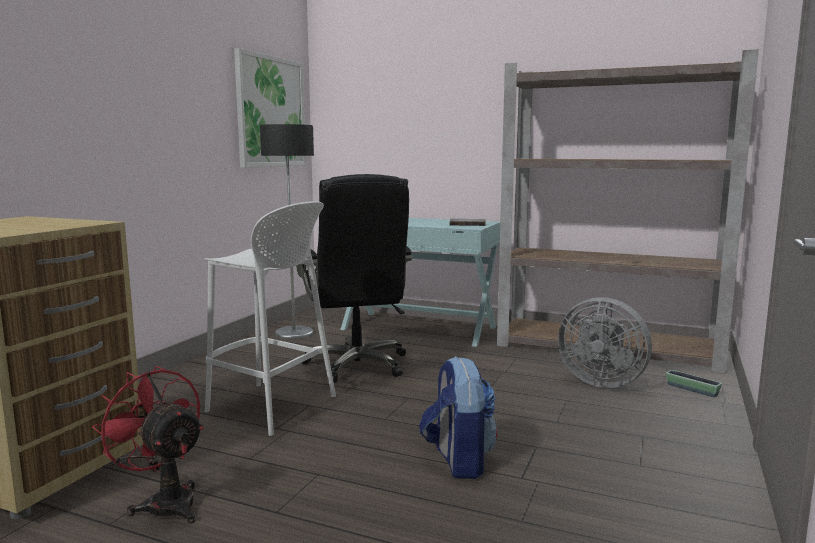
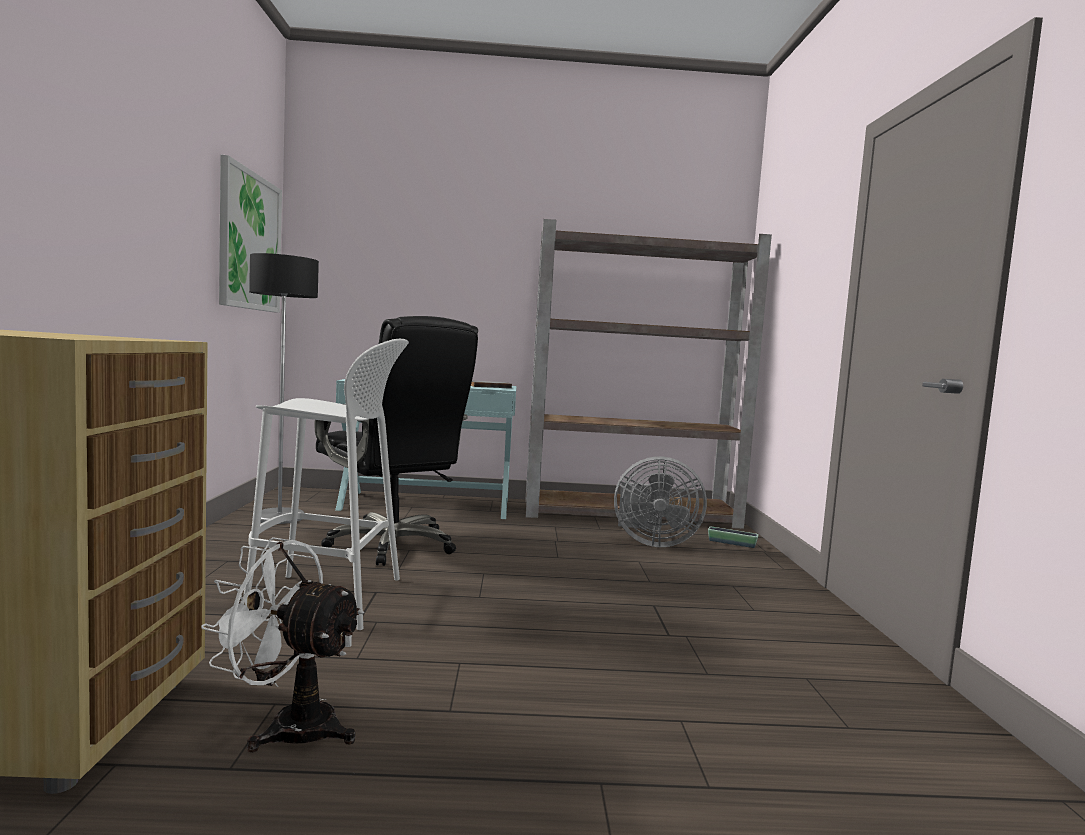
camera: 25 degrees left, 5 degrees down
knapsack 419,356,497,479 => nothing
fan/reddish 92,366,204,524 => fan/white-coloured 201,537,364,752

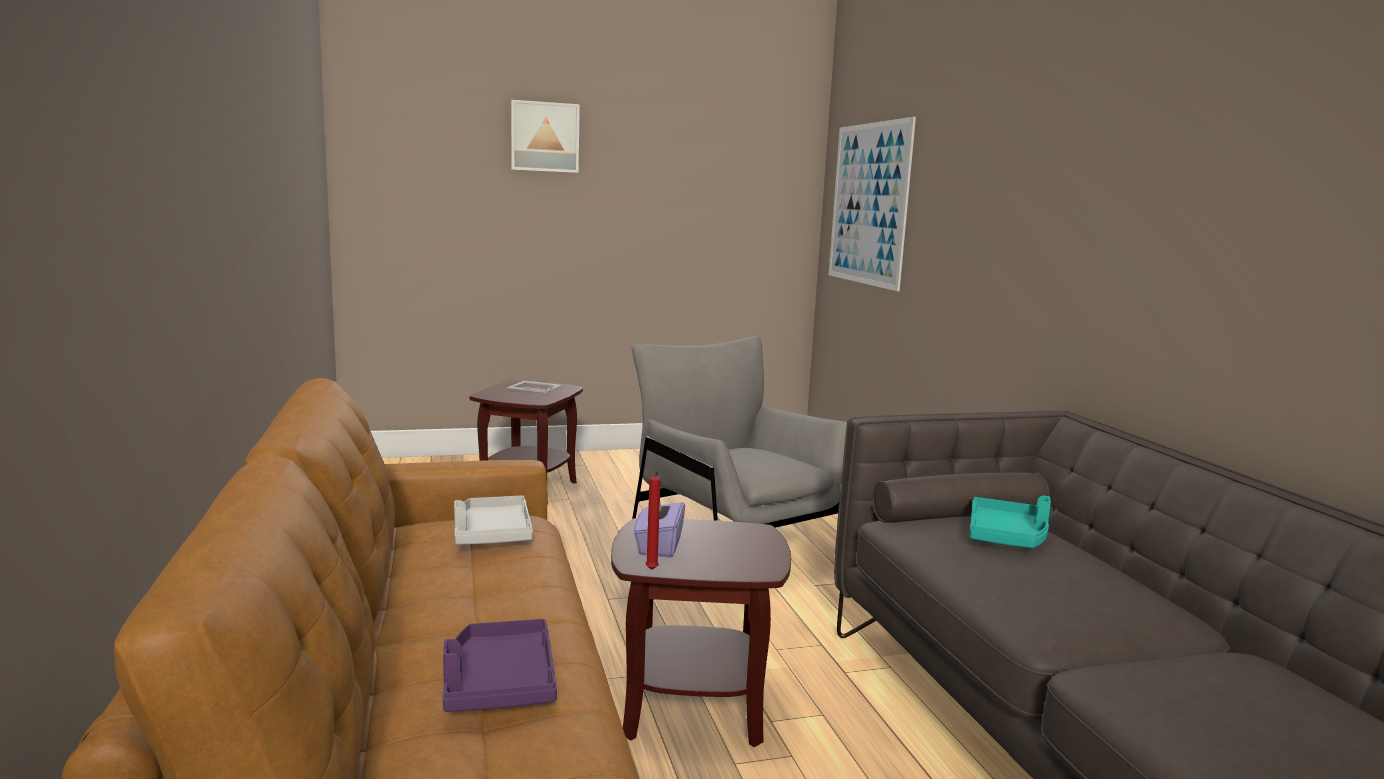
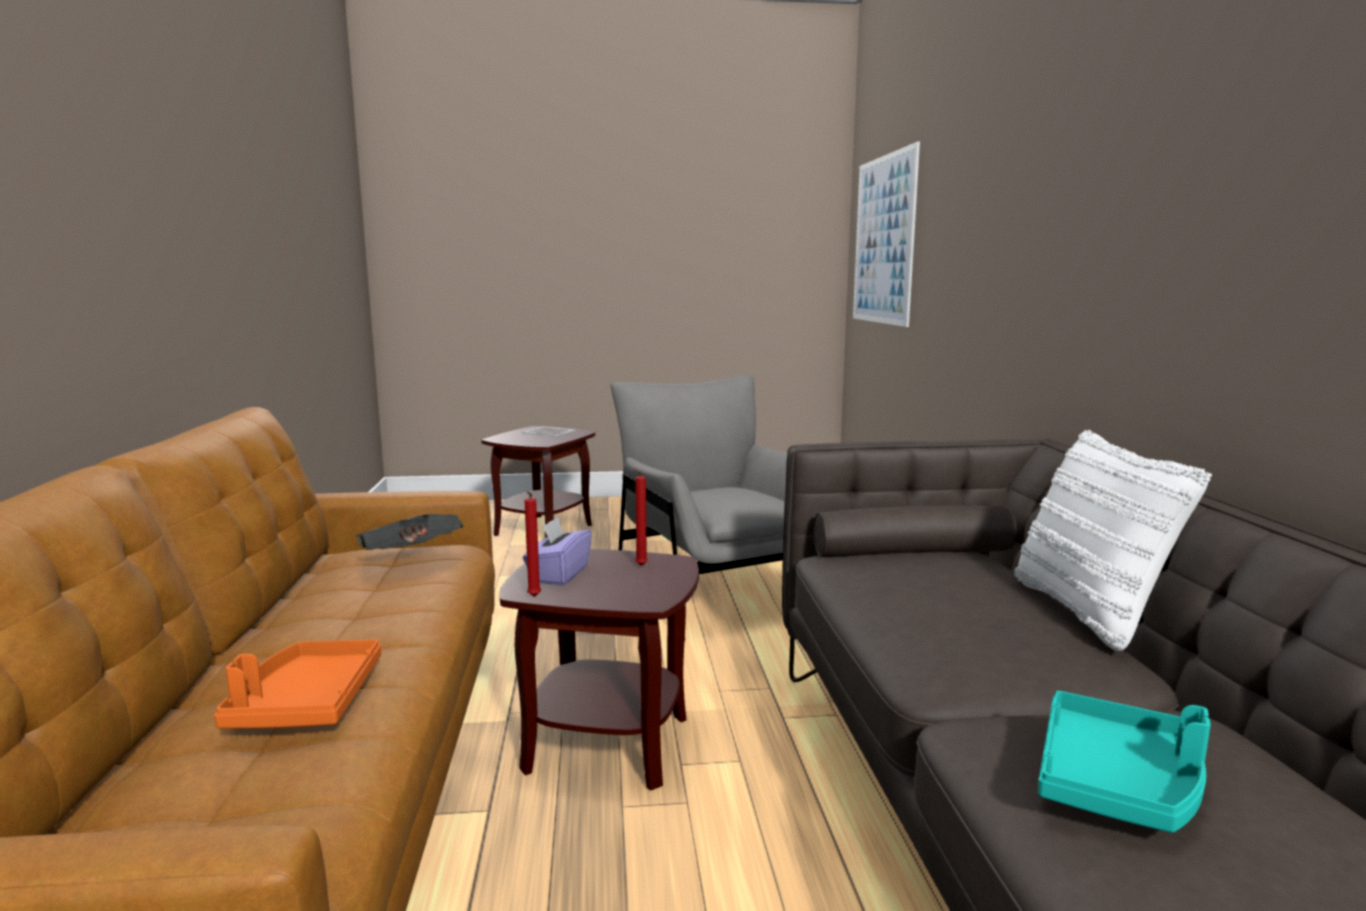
camera: 10 degrees right, 0 degrees up
wall picture 511,100,580,173 => nothing
nothing => candle/reddish 635,469,648,566
nothing => cushion/white-coloured 1014,430,1212,651
carrying tray/blue-green 970,496,1051,548 => carrying tray/blue-green 1038,691,1211,833, move
carrying tray/greyish 454,496,533,545 => daily paper 355,514,464,550
carrying tray/purple 443,619,557,712 => carrying tray/orangey 214,640,381,729

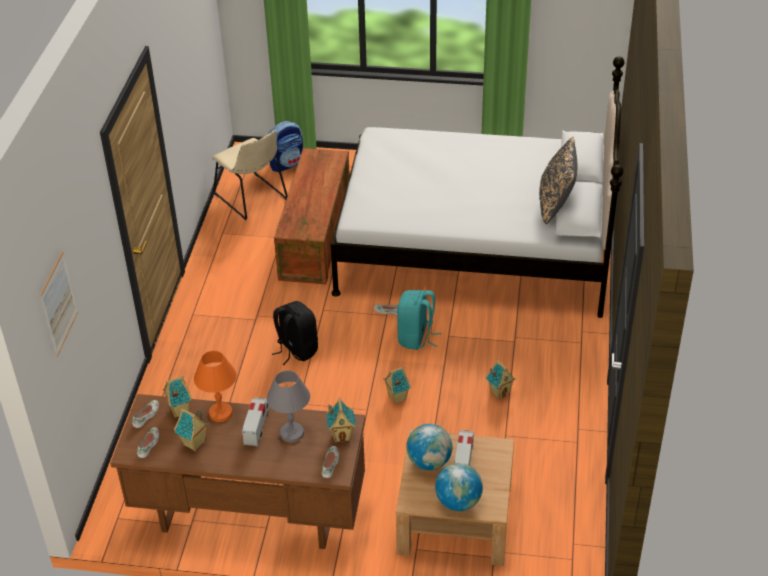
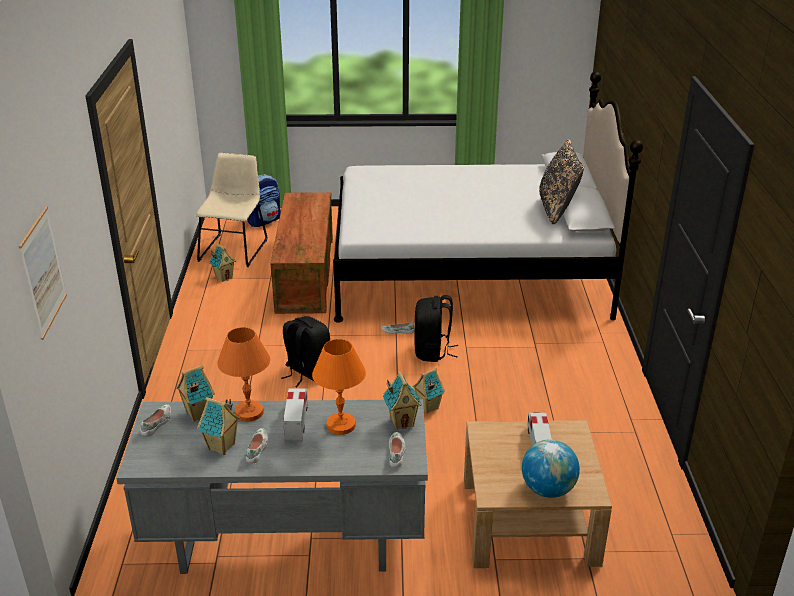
camera: 10 degrees left, 10 degrees down
world globe 406,424,452,470 => nothing
shoe/white-coloured 137,427,159,458 => shoe/white-coloured 246,428,268,463, move
miniature house 486,360,516,399 => miniature house 209,244,236,282, move
desk unit/brown 110,394,365,549 => desk unit/greyish 116,399,428,574
tabletop lamp/greyish 267,370,310,443 => tabletop lamp/orangey 312,339,366,435
knapsack/blue-green 397,290,441,350 => knapsack/black 415,295,459,362
plain chair/beige 212,130,288,220 => plain chair/beige 196,153,268,267, 120 degrees counterclockwise

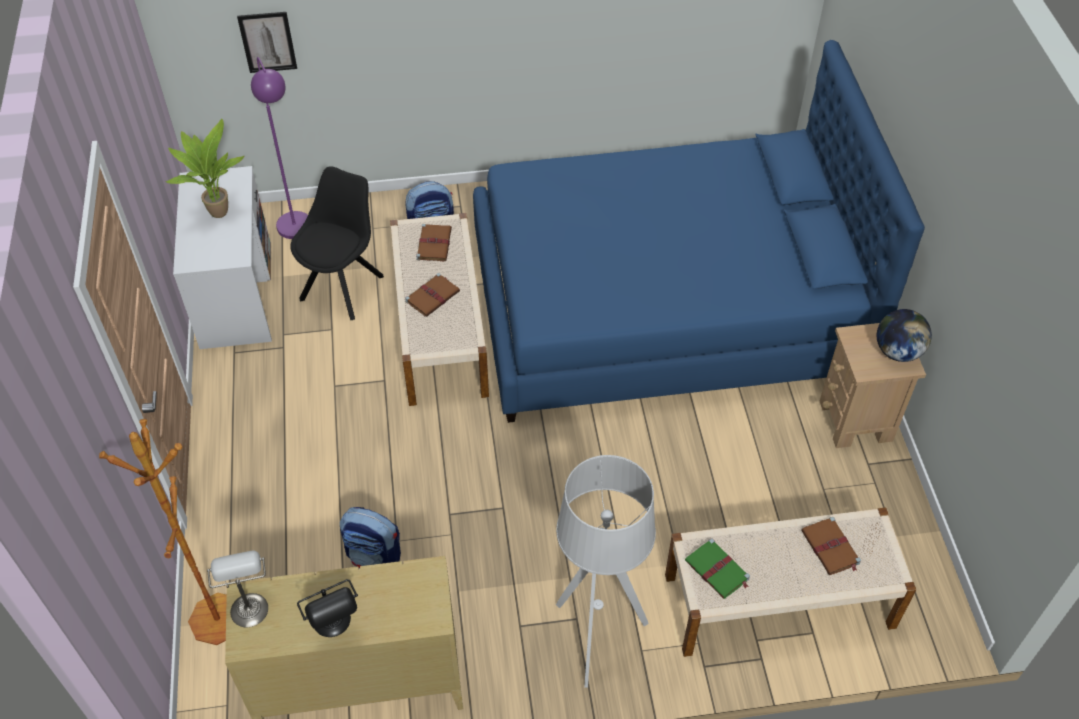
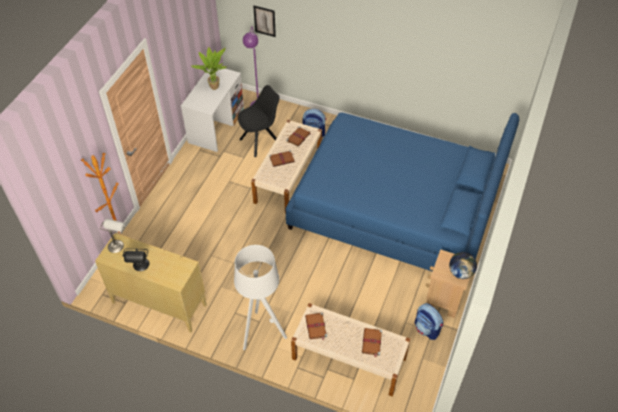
camera: 30 degrees right, 0 degrees up
knapsack 340,507,401,569 => knapsack 415,303,443,340, move
book/green-coloured 685,538,750,599 => book/brown 305,313,327,340

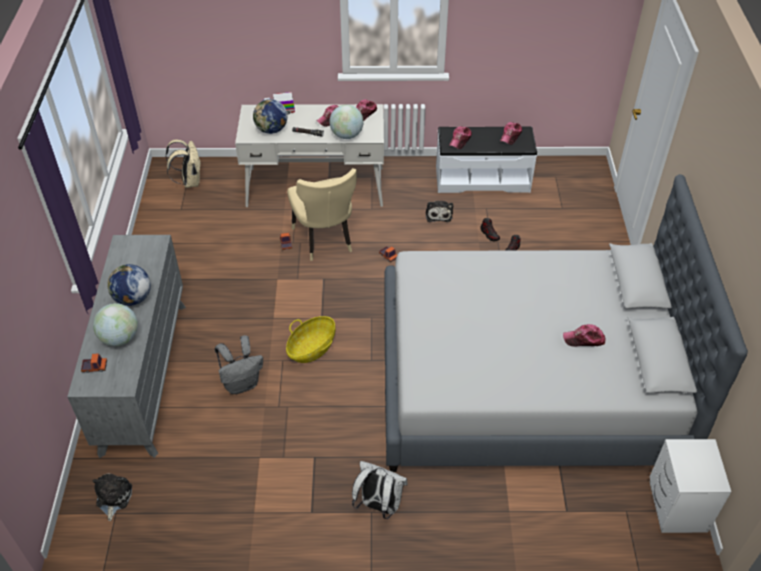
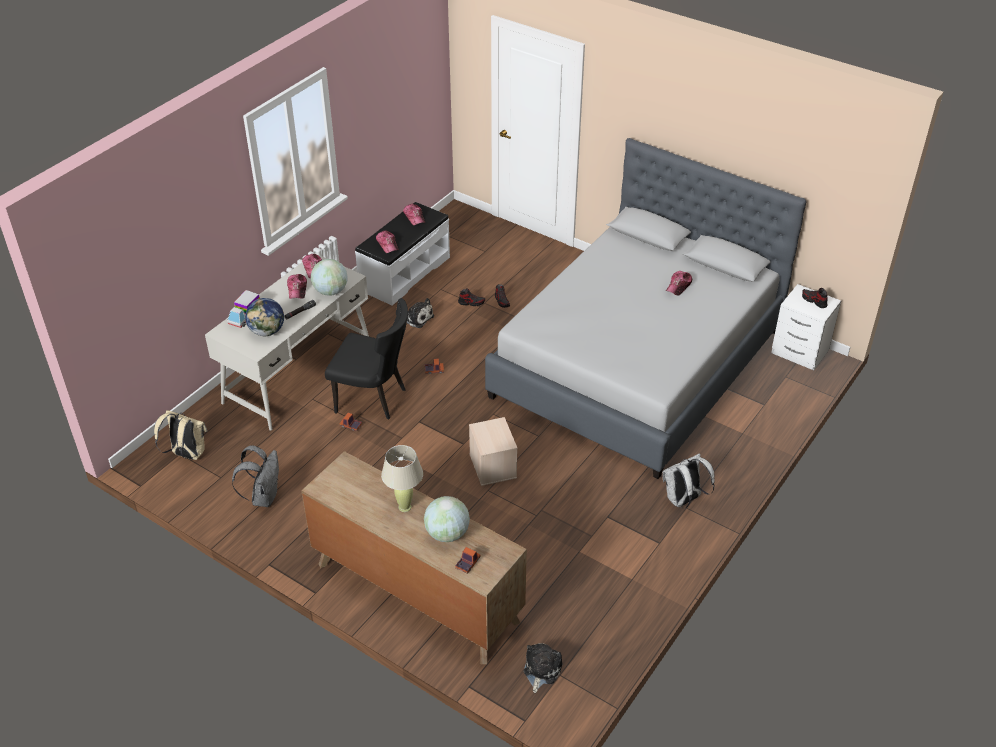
camera: 55 degrees left, 5 degrees down
nothing => shoe 802,288,828,308
knapsack/greyish 215,335,263,394 => knapsack/greyish 232,445,279,507, move
world globe 107,264,151,306 => tabletop lamp/beige 381,445,423,512
household basket 286,316,335,363 => storage box/beige 469,417,518,486
dresser/greyish 67,235,186,458 => dresser/brown 301,451,527,664
plain chair/beige 287,168,357,261 => plain chair/black 325,298,408,420
cuddly toy 93,474,132,521 => cuddly toy 524,643,563,693, 75 degrees clockwise

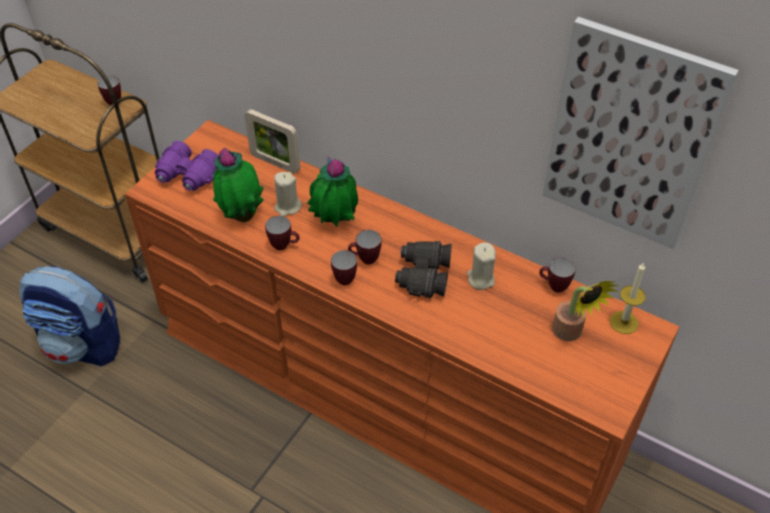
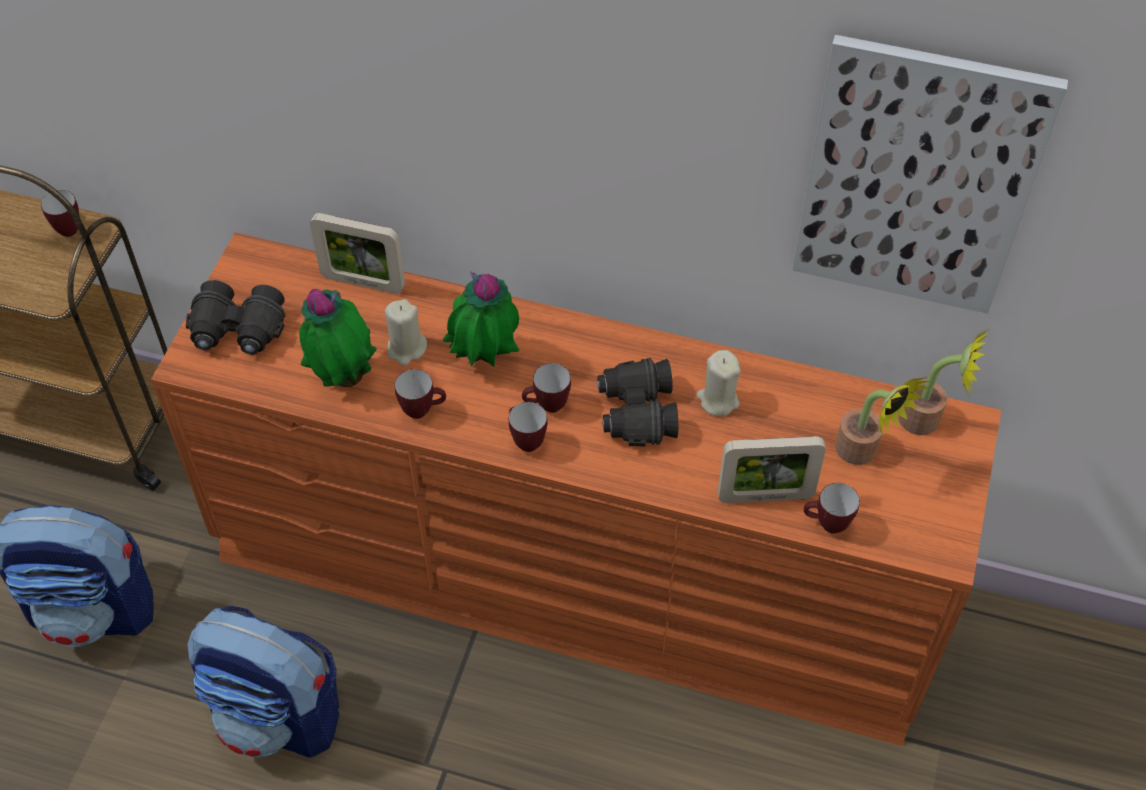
camera: 15 degrees left, 5 degrees up
nothing => knapsack 188,606,339,758
nothing => photo frame 718,436,826,503
tea mug 539,257,576,293 => tea mug 804,483,860,534, move
candle 610,262,646,334 => houseplant 898,329,989,435
field glasses/purple 155,141,218,191 => field glasses/black 186,280,286,355

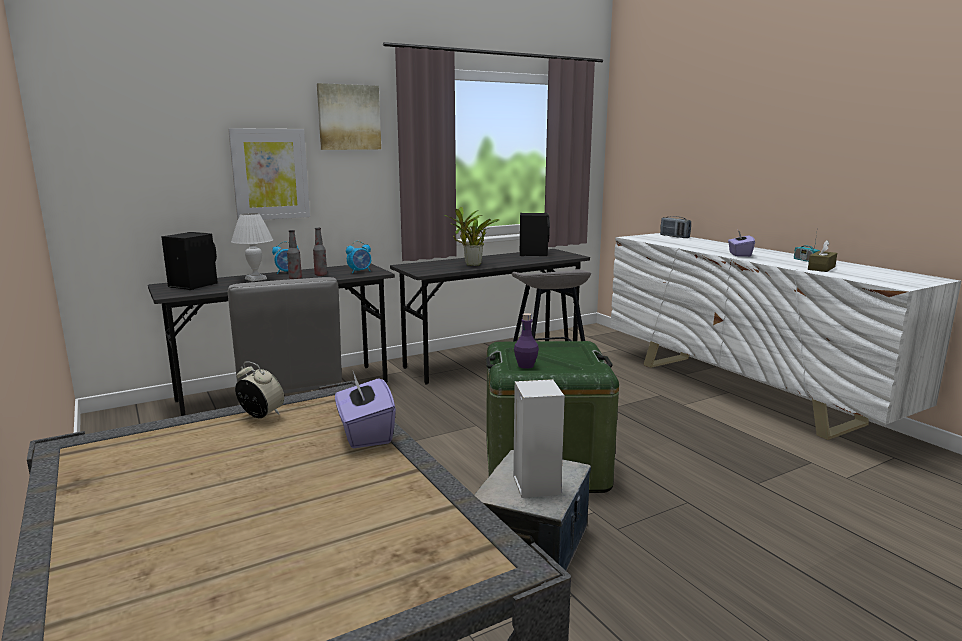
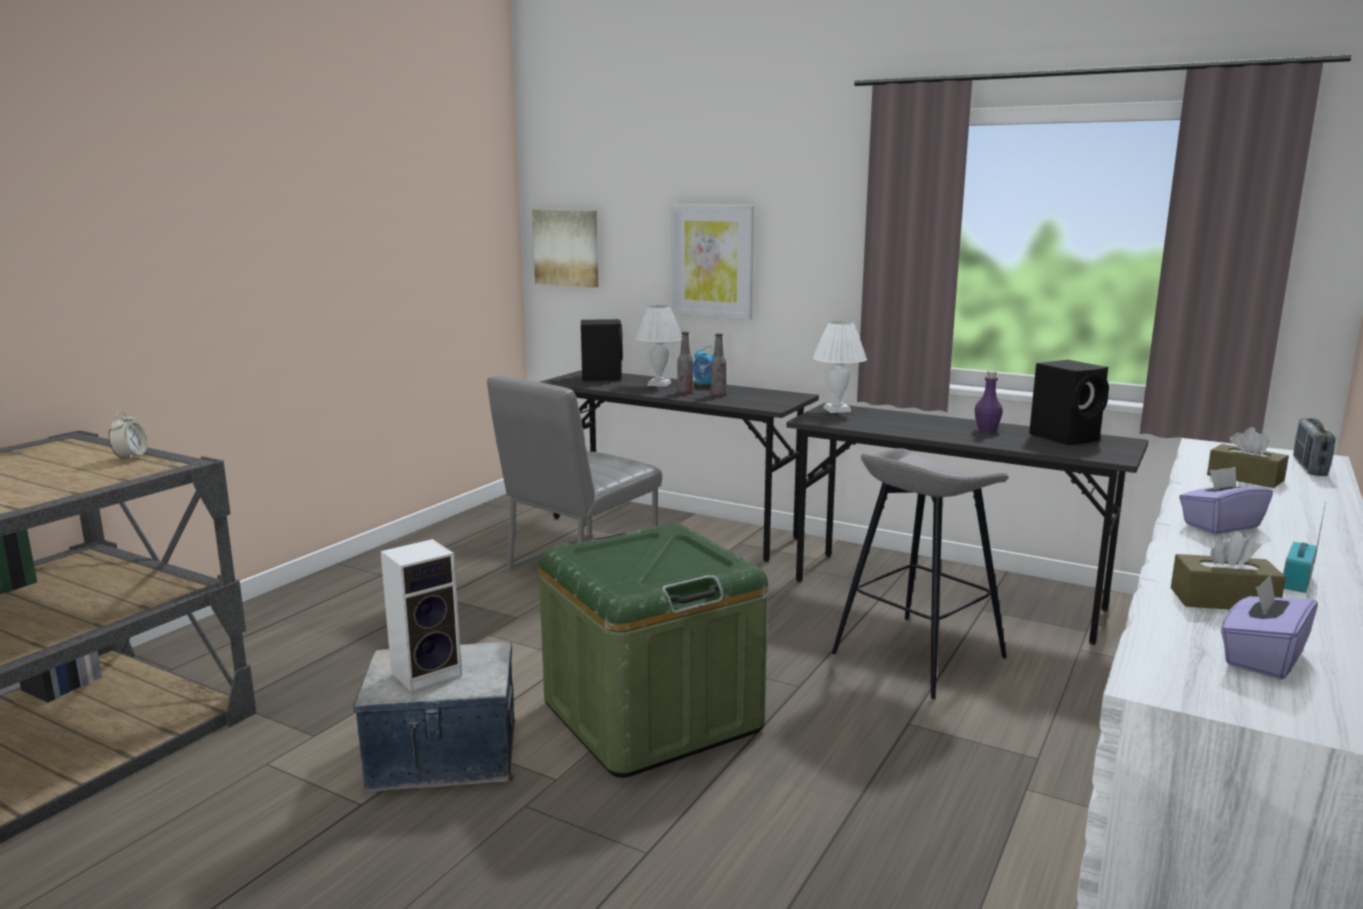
camera: 60 degrees right, 0 degrees up
alarm clock 346,241,371,273 => nothing
houseplant 444,207,499,266 => nothing
nothing => tabletop lamp/white-coloured 812,321,867,413
nothing => tissue box/brown 1207,427,1289,488
wall picture 317,83,381,150 => wall picture 532,209,598,288, move
tissue box/purple 335,371,396,448 => tissue box/purple 1221,575,1318,680, move
bottle/purple 514,313,539,369 => bottle/purple 975,371,1003,432, move

